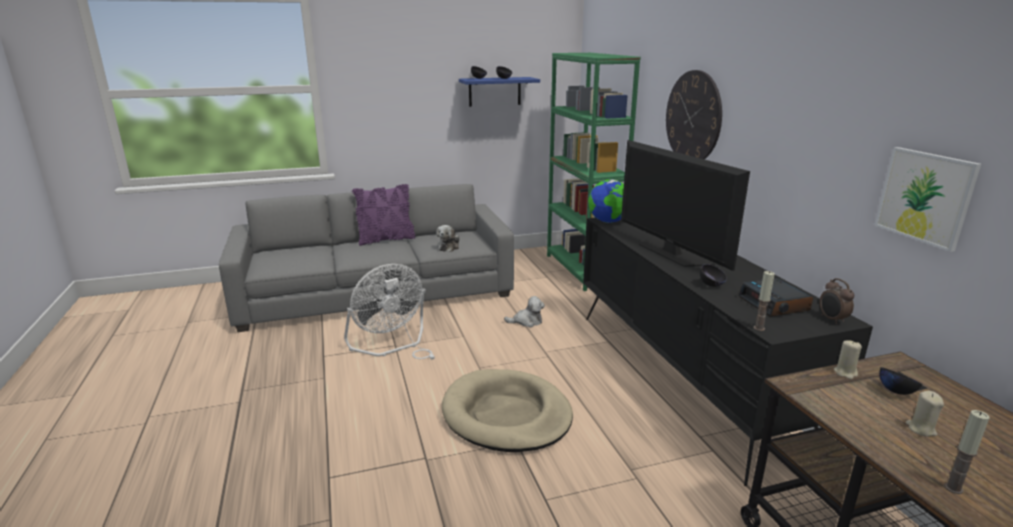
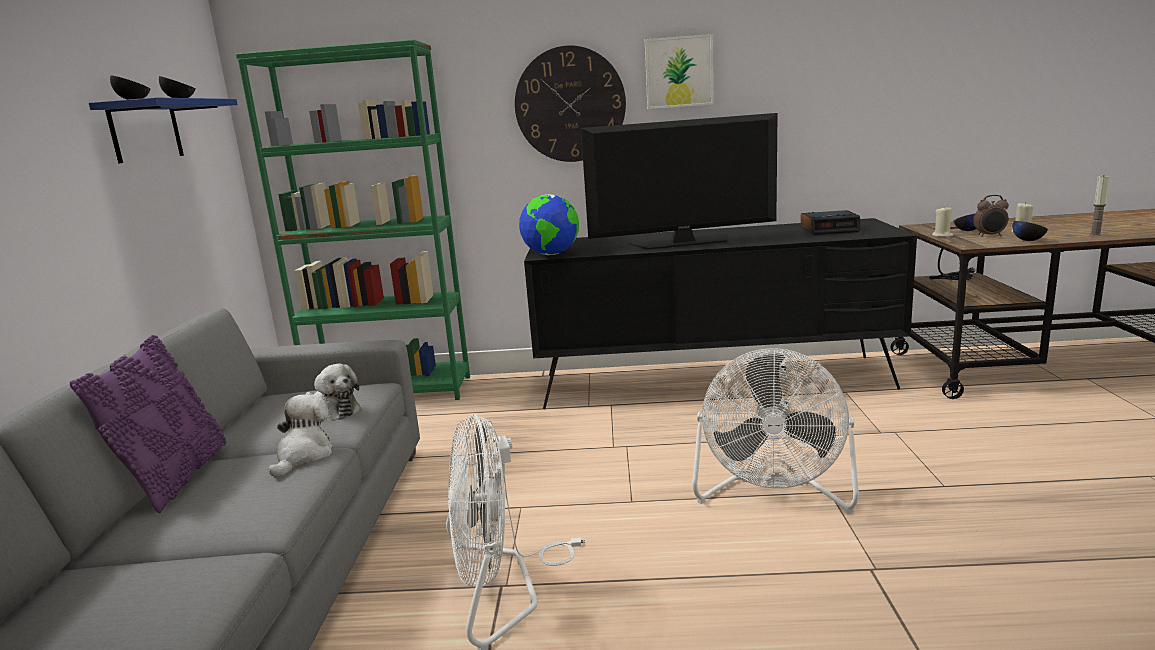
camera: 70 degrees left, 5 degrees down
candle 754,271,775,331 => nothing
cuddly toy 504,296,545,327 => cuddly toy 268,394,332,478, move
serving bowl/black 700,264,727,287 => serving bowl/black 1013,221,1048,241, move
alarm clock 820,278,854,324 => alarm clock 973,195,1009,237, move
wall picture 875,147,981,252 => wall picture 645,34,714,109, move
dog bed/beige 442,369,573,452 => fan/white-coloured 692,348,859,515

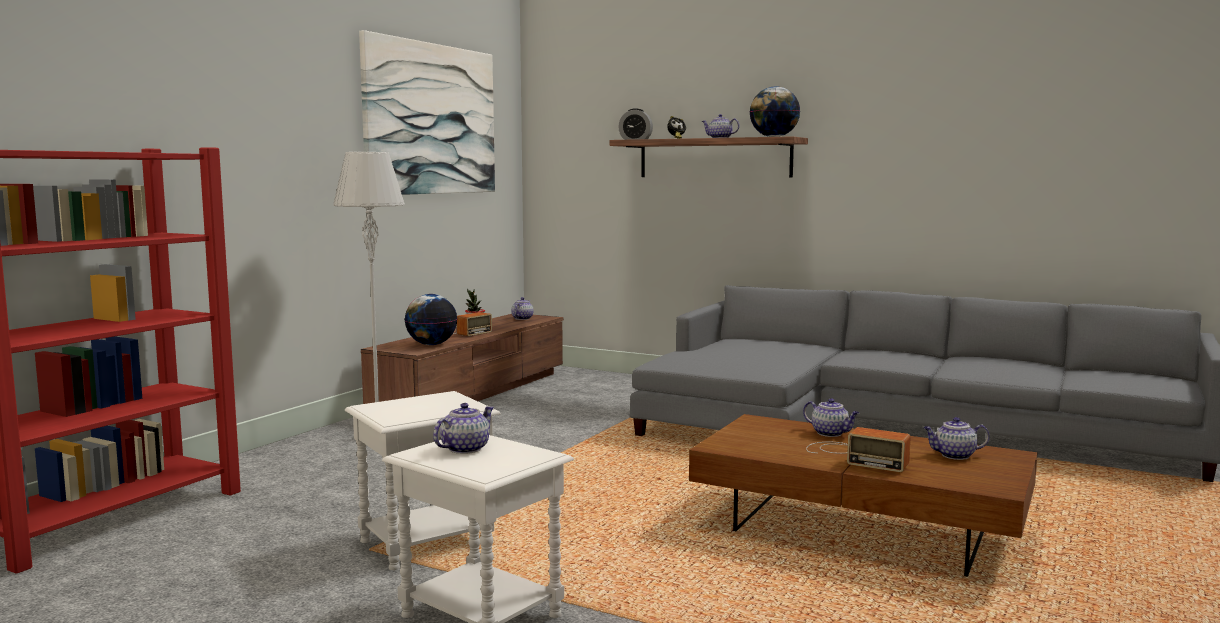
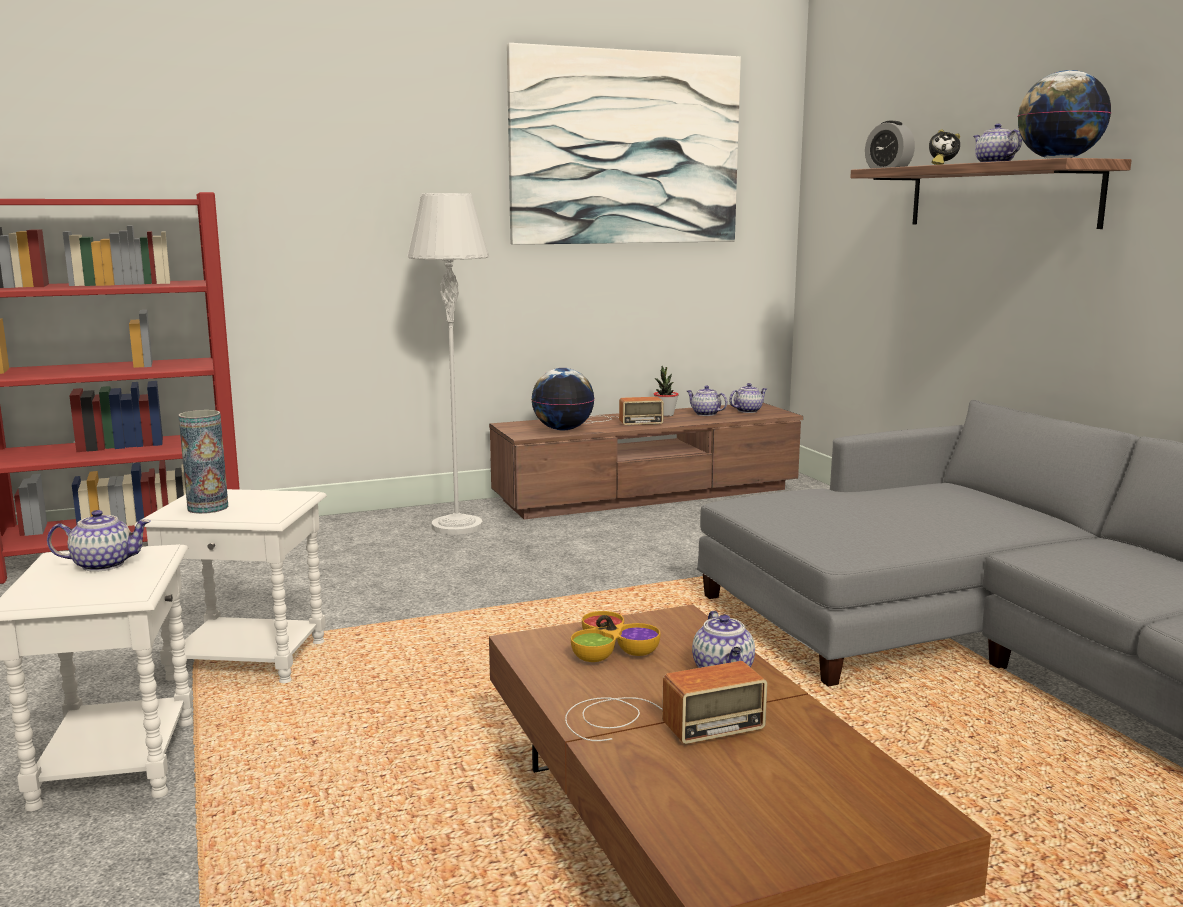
camera: 40 degrees right, 5 degrees up
nothing => vase 178,410,228,514
nothing => serving bowl 571,611,661,662
pot for tea 923,417,990,460 => pot for tea 687,386,727,416, move
radio 806,427,911,472 => radio 565,661,767,744, 90 degrees counterclockwise

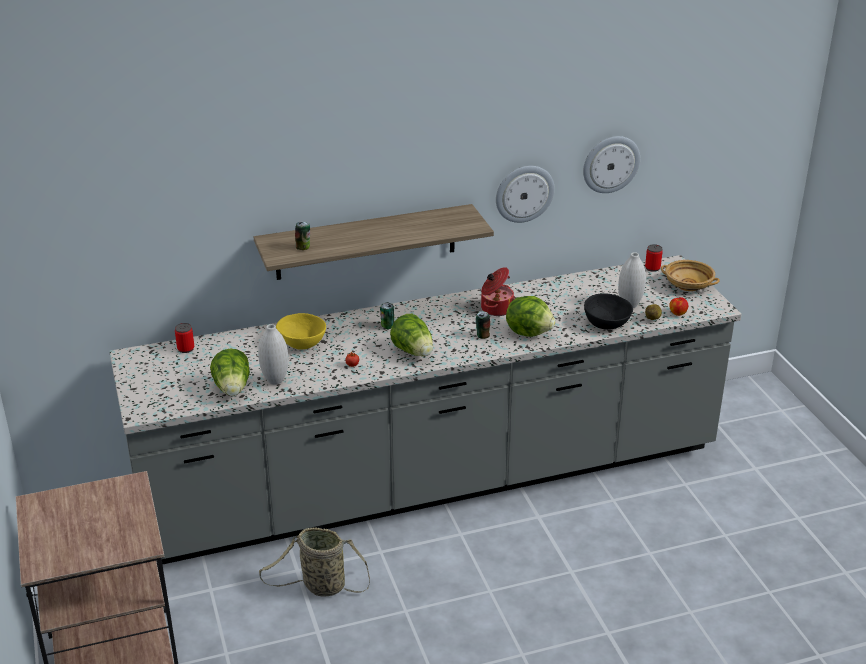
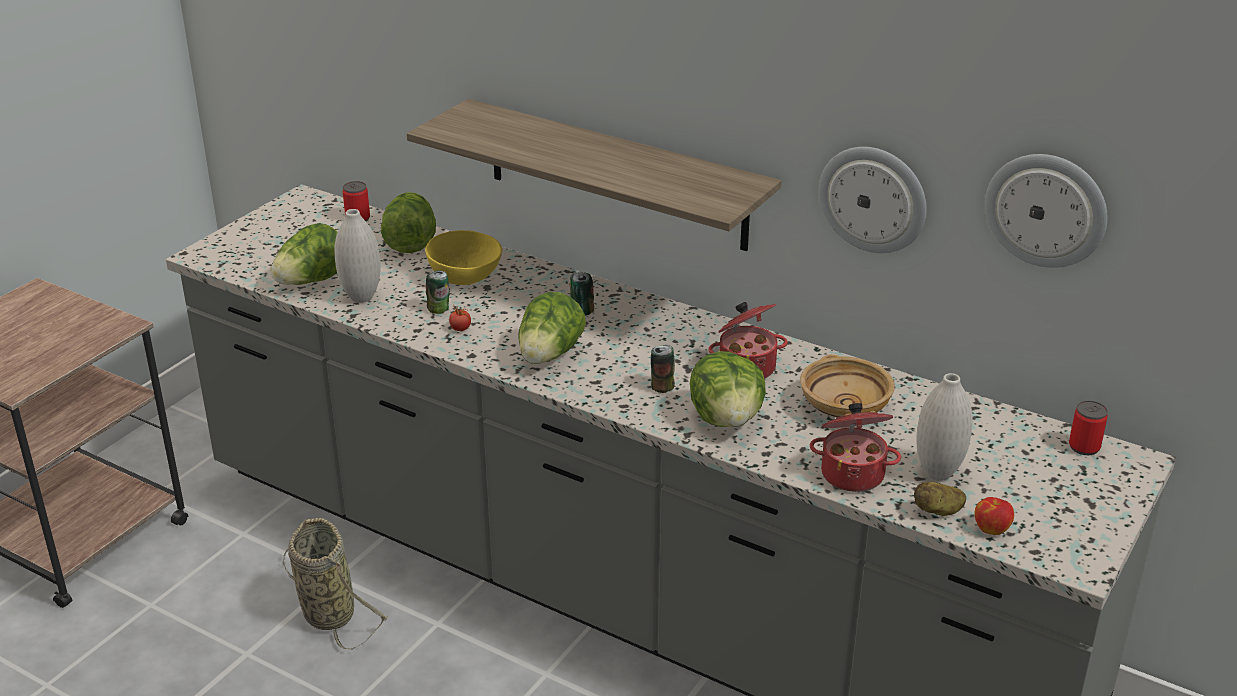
camera: 50 degrees right, 0 degrees up
nothing => lettuce 381,192,436,253
sealed can 295,222,310,250 => sealed can 426,270,450,314, move
serving bowl/beige 661,260,720,291 => serving bowl/beige 800,355,895,417, move
serving bowl/black 584,293,633,330 => saucepot 810,403,901,492

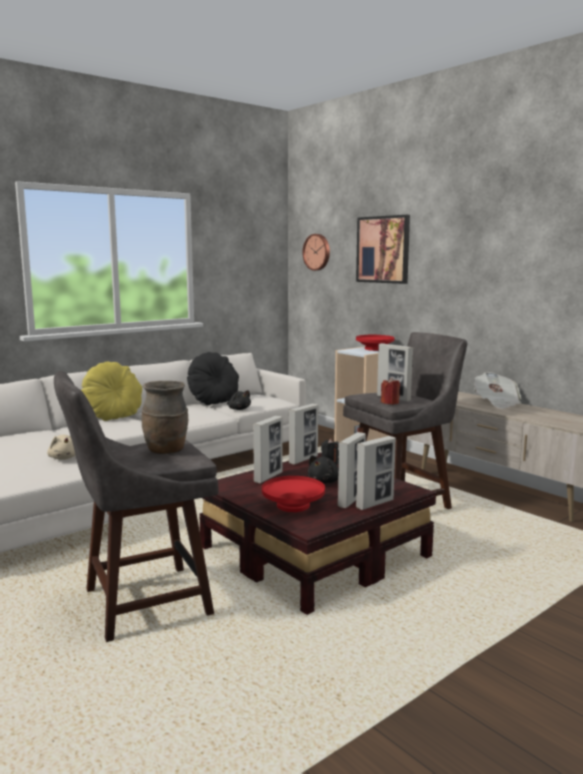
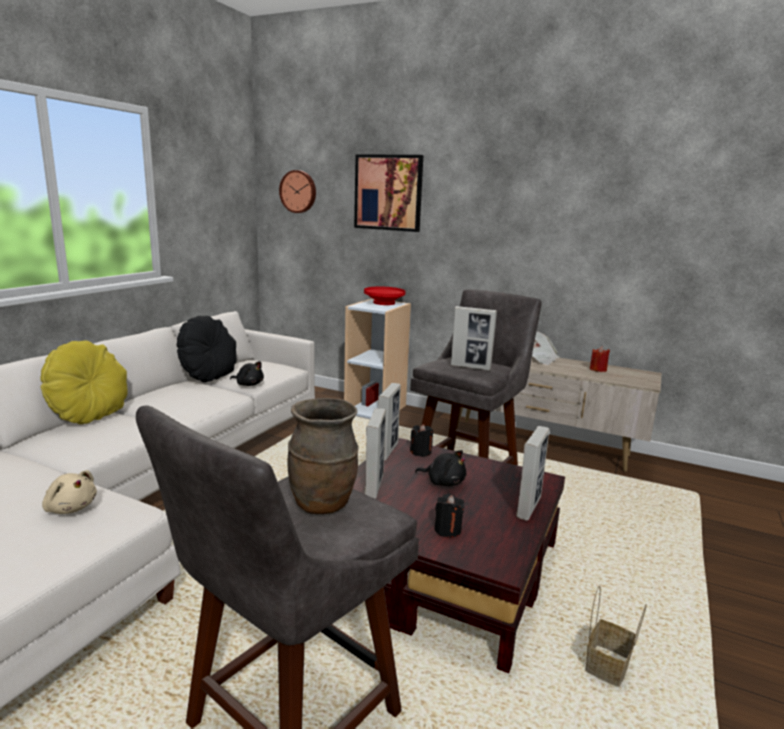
camera: 25 degrees left, 5 degrees up
photo frame 337,432,366,508 => nothing
nothing => household basket 585,585,647,687
candle/reddish 381,378,400,405 => candle/reddish 590,347,610,372, move
serving bowl/reddish 262,476,325,512 => candle/black 435,494,464,538
cuddly toy/black 308,455,338,483 => cuddly toy/black 415,450,466,486, 75 degrees counterclockwise

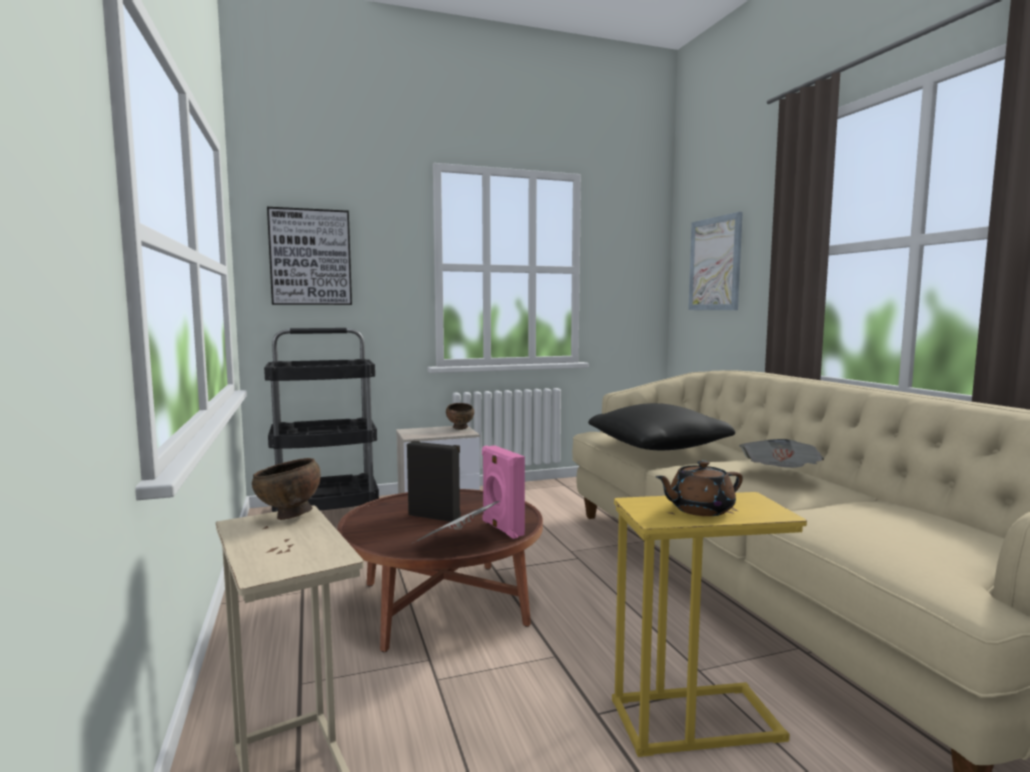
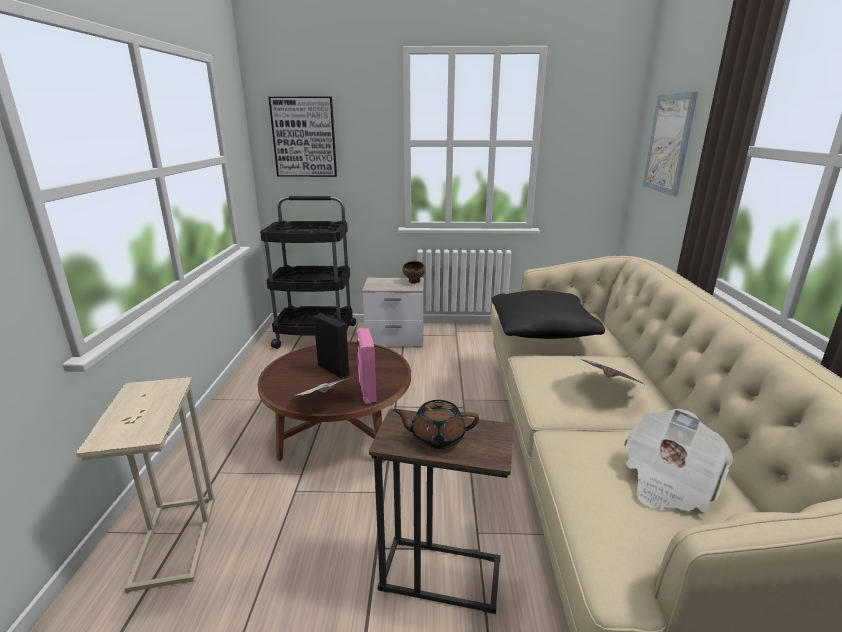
camera: 20 degrees right, 15 degrees up
serving bowl/brown 252,458,321,520 => nothing
nothing => daily paper 624,409,733,513
end table/yellowish 612,492,807,757 => end table/brown 369,408,514,614

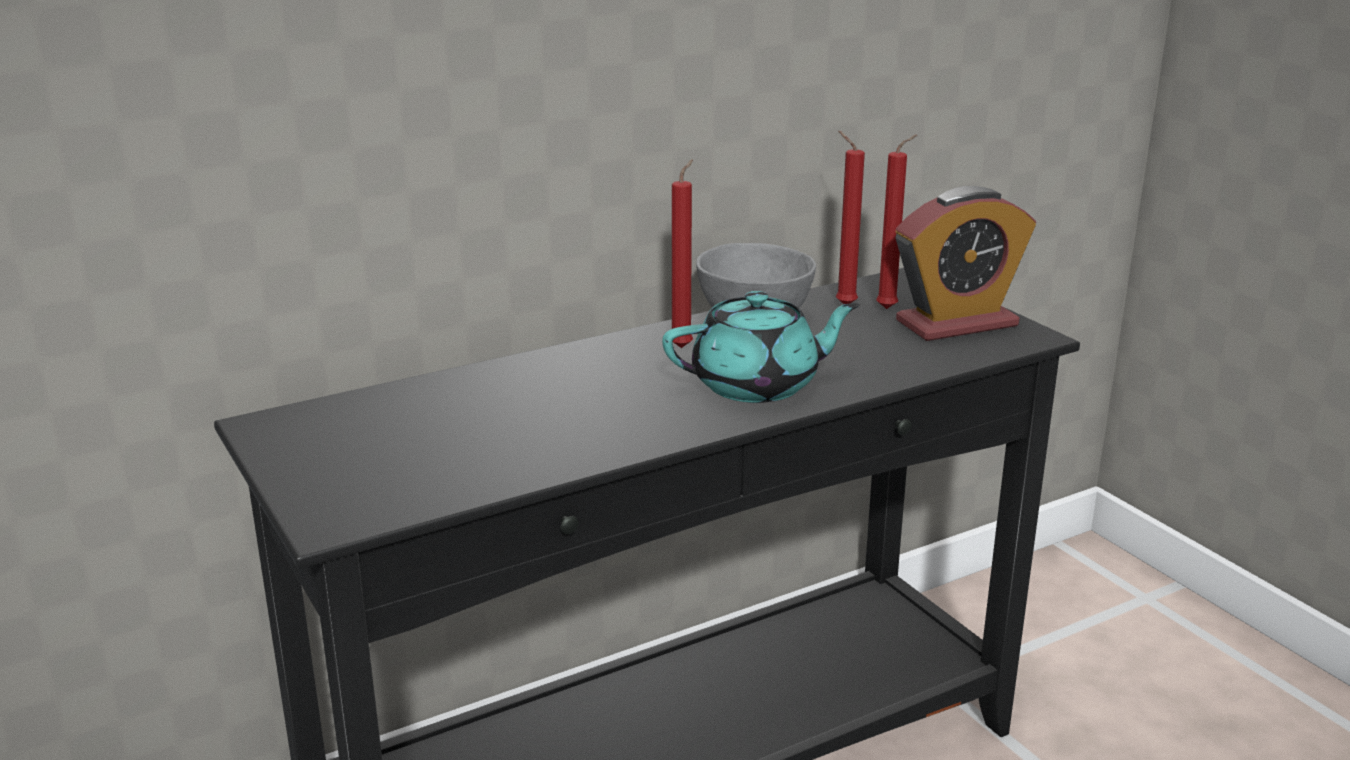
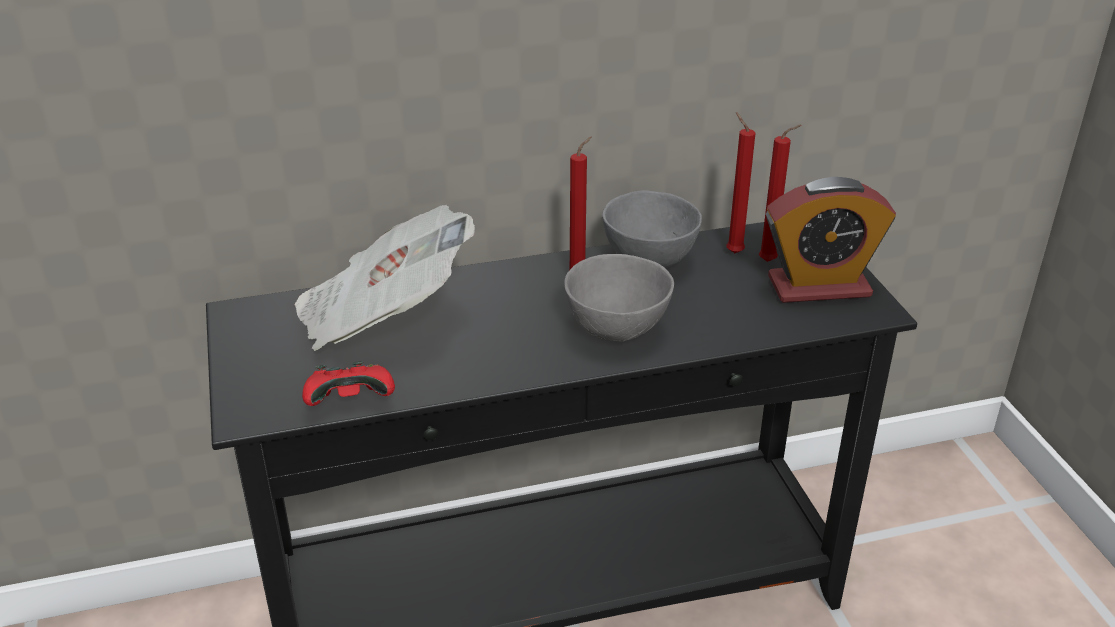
camera: 15 degrees right, 10 degrees up
nothing => daily paper 294,205,475,351
nothing => game controller/reddish 302,361,395,406
pot for tea/blue-green 662,291,860,403 => serving bowl/greyish 564,254,674,342

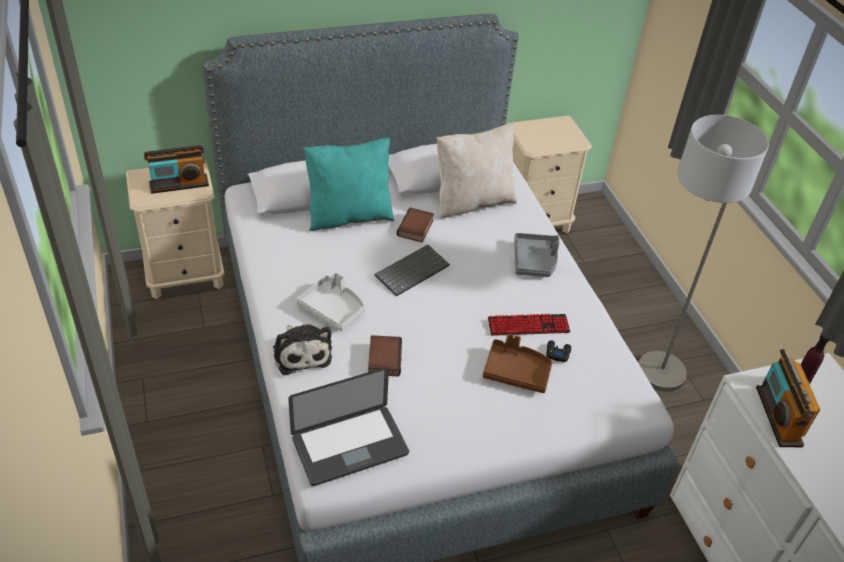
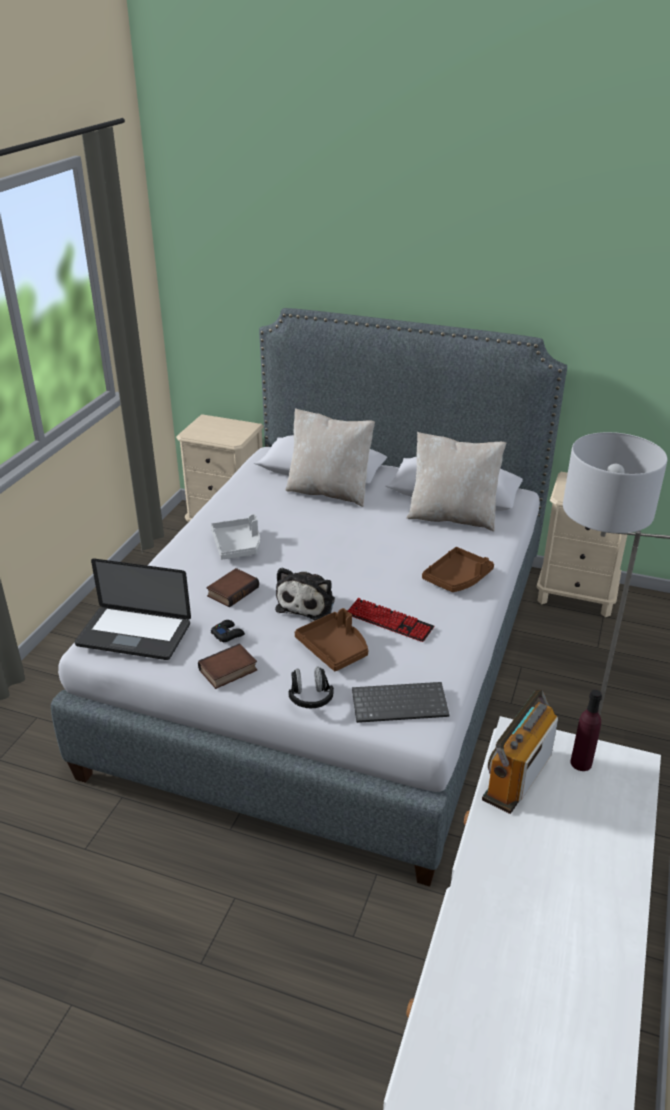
camera: 40 degrees right, 10 degrees down
radio 144,145,209,194 => nothing
nothing => headphones/black 289,667,334,708
cuddly toy 273,325,332,375 => cuddly toy 275,568,335,620, move
PC keyboard 375,245,450,297 => PC keyboard 352,682,449,723, move
book 397,207,434,242 => book 198,643,257,689, move
game controller/black 546,340,571,362 => game controller/black 211,620,245,642, move
cushion/blue-green 303,138,395,231 => cushion/beige 285,408,375,507
carrying tray/greyish 514,233,560,277 => carrying tray/brown 422,547,494,592

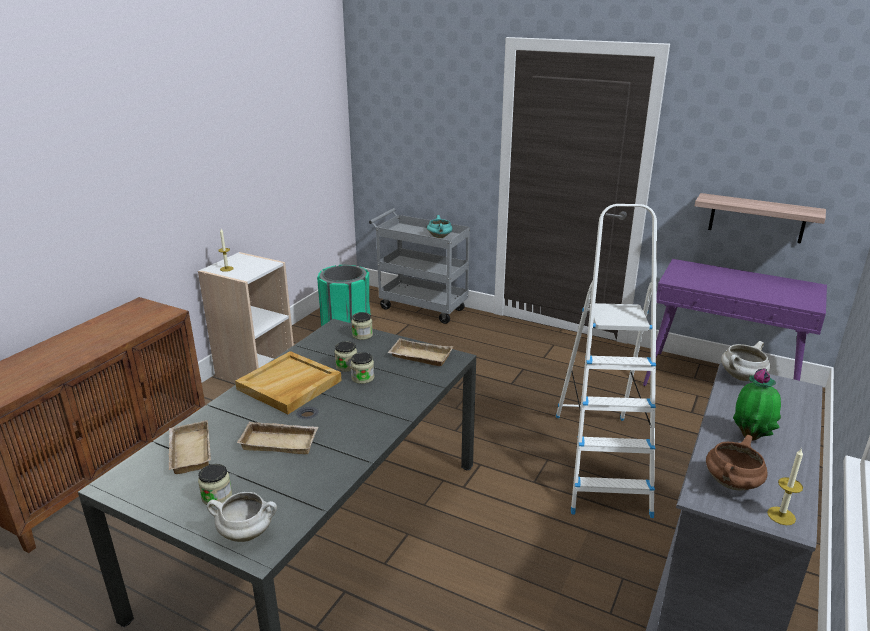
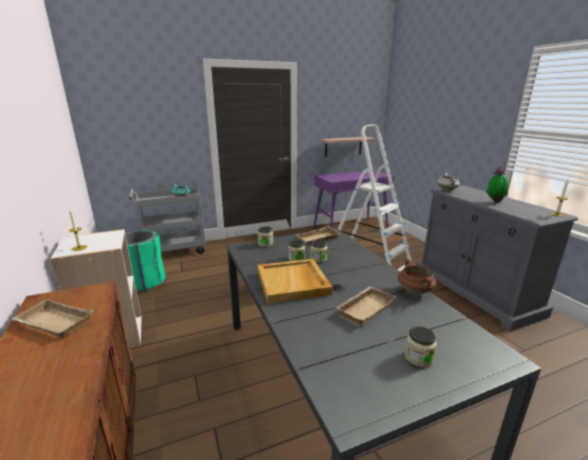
camera: 50 degrees left, 5 degrees down
saucepot/white-coloured 207,492,277,542 => nothing
carrying tray/beige 168,420,211,474 => carrying tray/beige 12,299,93,338, move
saucepot/brown 706,435,767,490 => saucepot/brown 398,259,436,295, move

